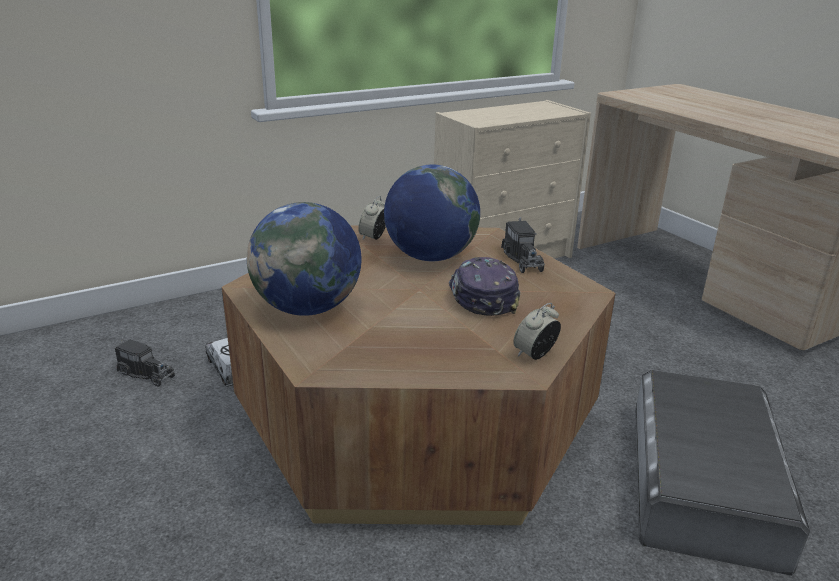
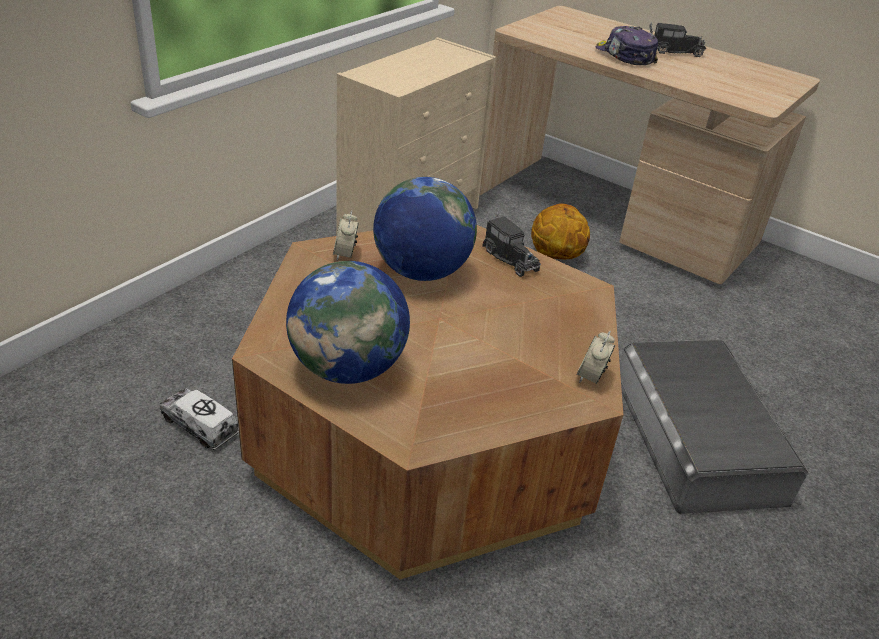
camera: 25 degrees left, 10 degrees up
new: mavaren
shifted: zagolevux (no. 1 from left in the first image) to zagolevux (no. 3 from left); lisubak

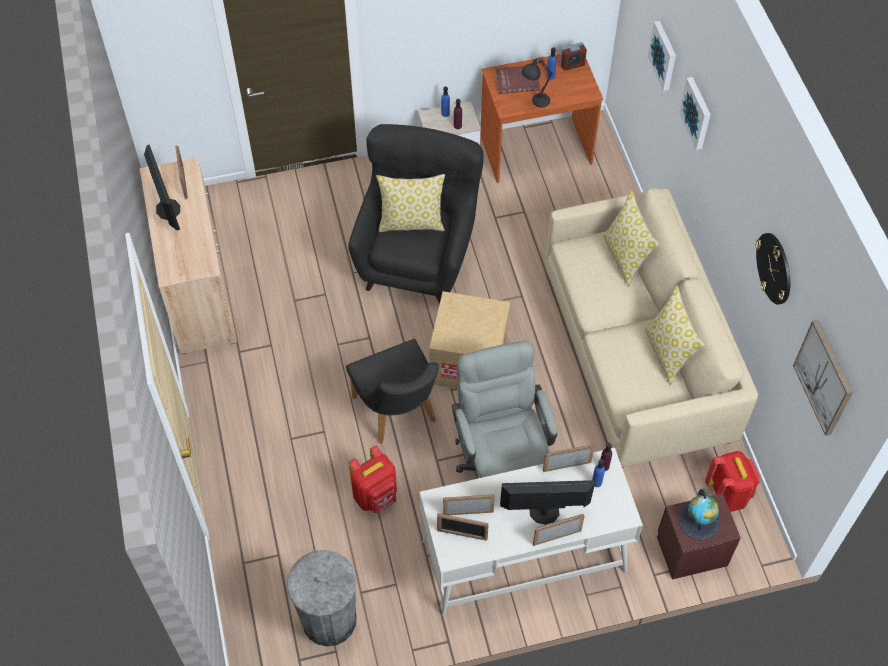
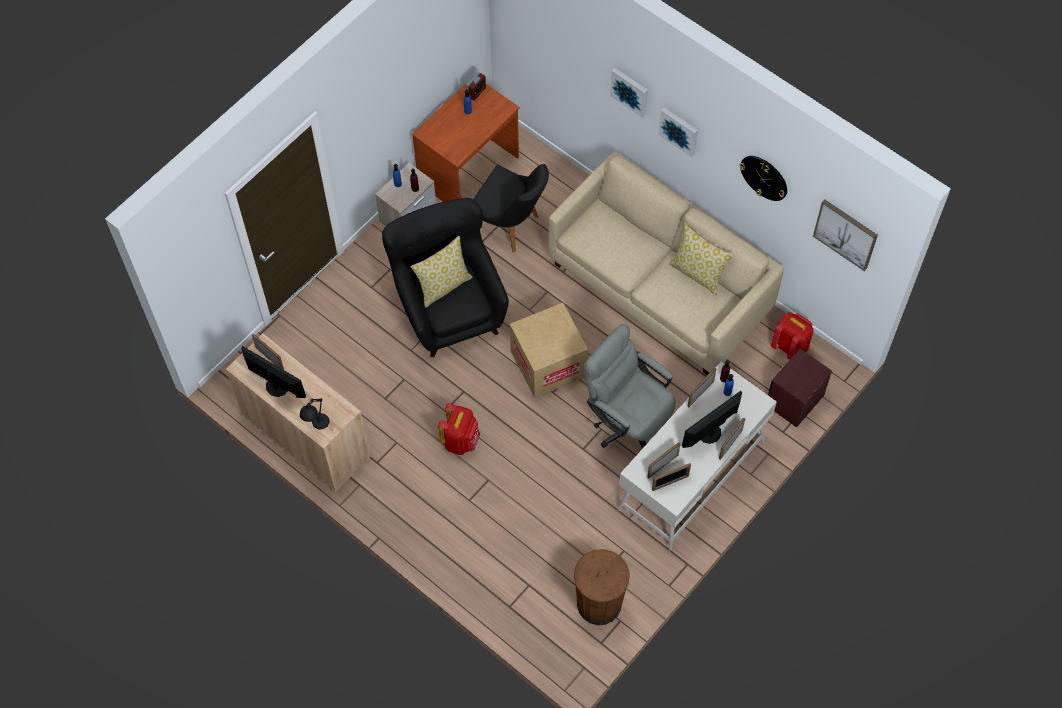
camera: 35 degrees left, 5 degrees up
gone: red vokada; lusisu (no. 2 from left); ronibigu
shifted: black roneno; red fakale (no. 1 from left); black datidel; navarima (no. 1 from left in the first image) to navarima (no. 2 from left)
repainted: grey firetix to brown firetix

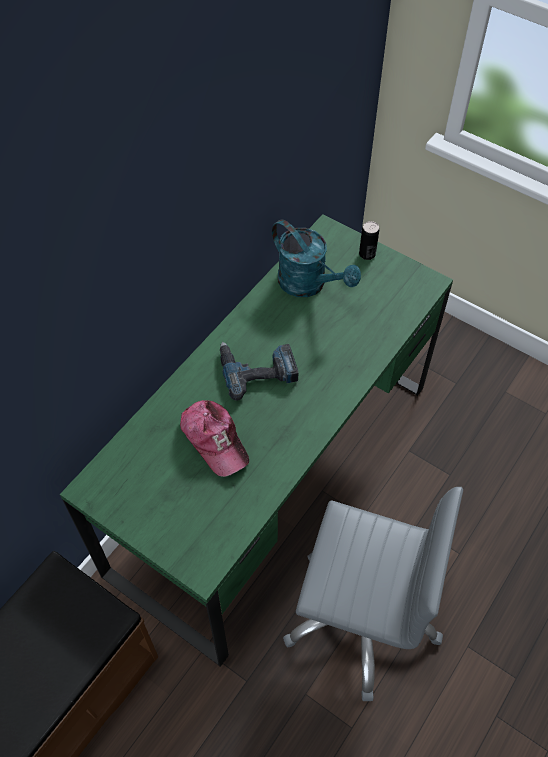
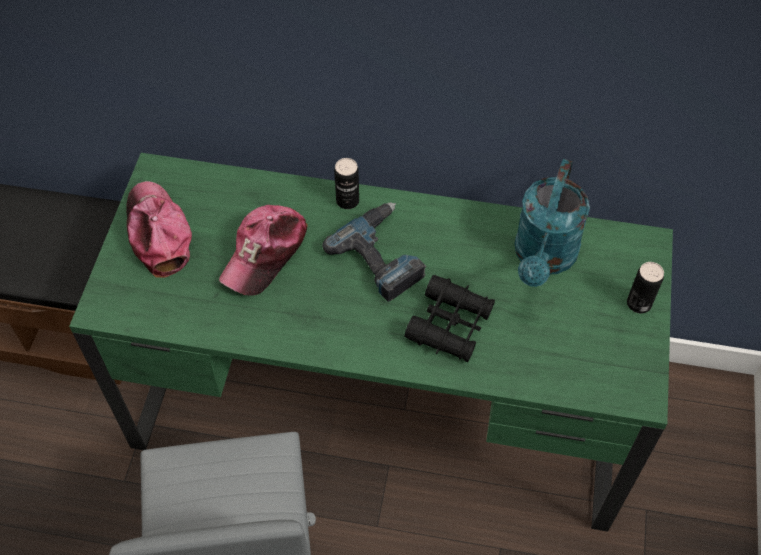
camera: 65 degrees right, 0 degrees up
new: lisubak (no. 1 from left); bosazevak (no. 1 from left); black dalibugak

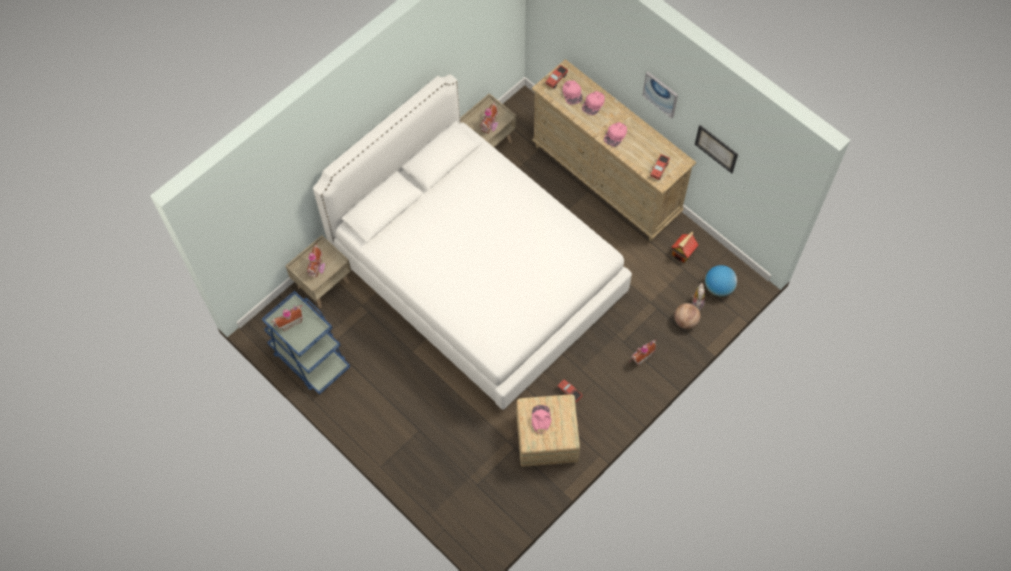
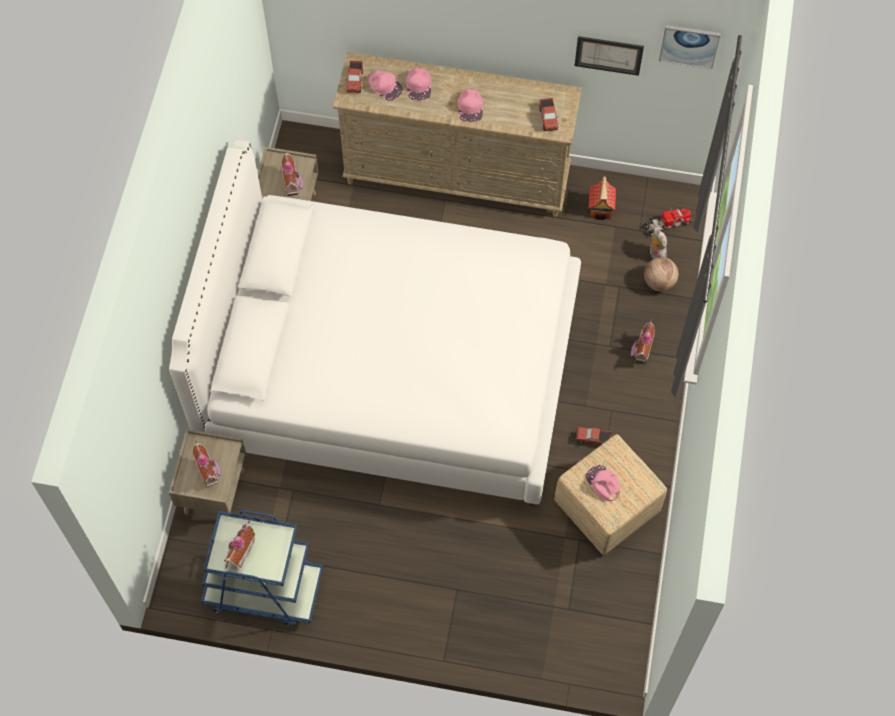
camera: 35 degrees left, 0 degrees up
shifted: navarima (no. 1 from left in the first image) to navarima (no. 2 from left)
swapped: ronibigu to zagolevux (no. 4 from left)

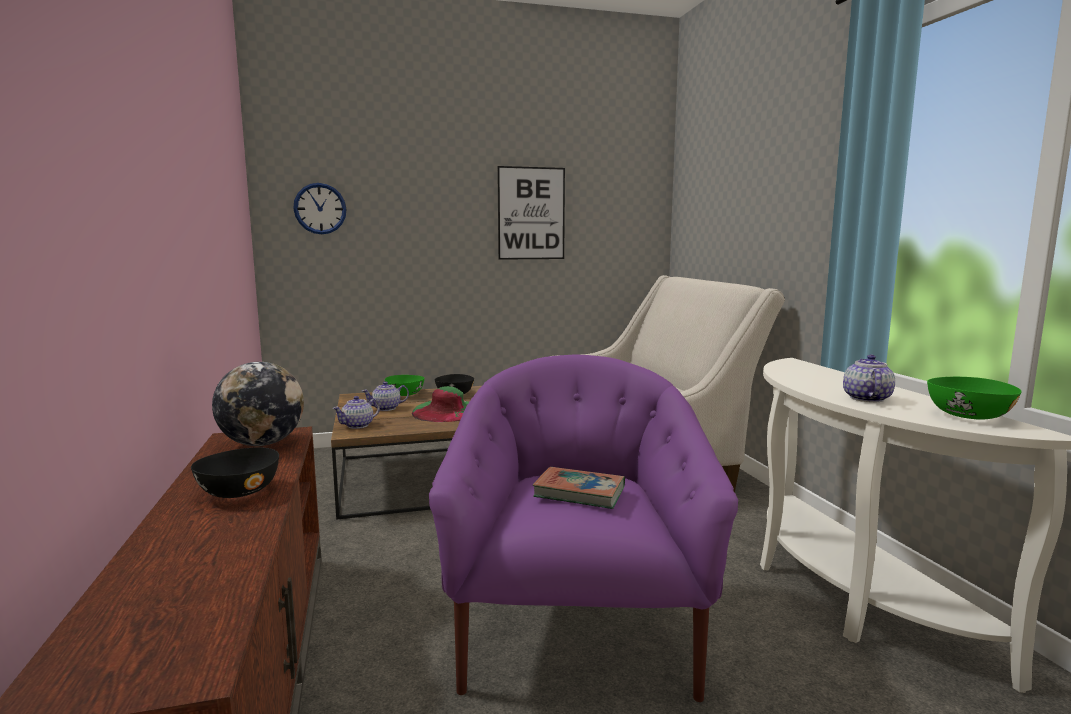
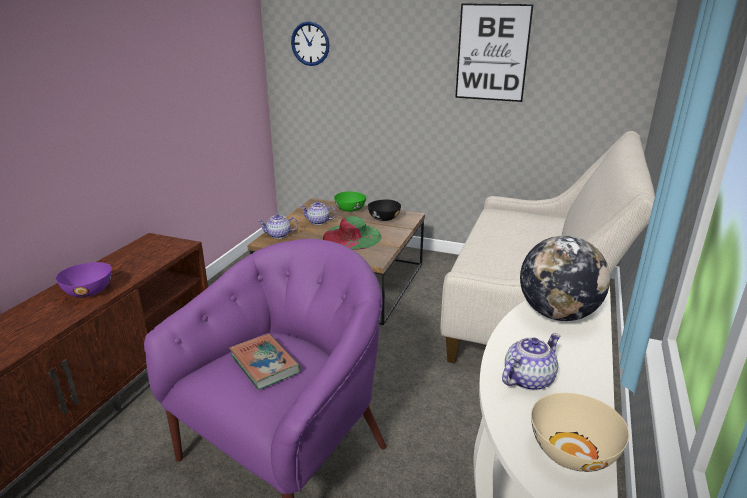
camera: 35 degrees right, 15 degrees up
shifted: ronibigu
repainted: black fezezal (no. 1 from left) to purple fezezal; green fezezal (no. 2 from left) to beige fezezal

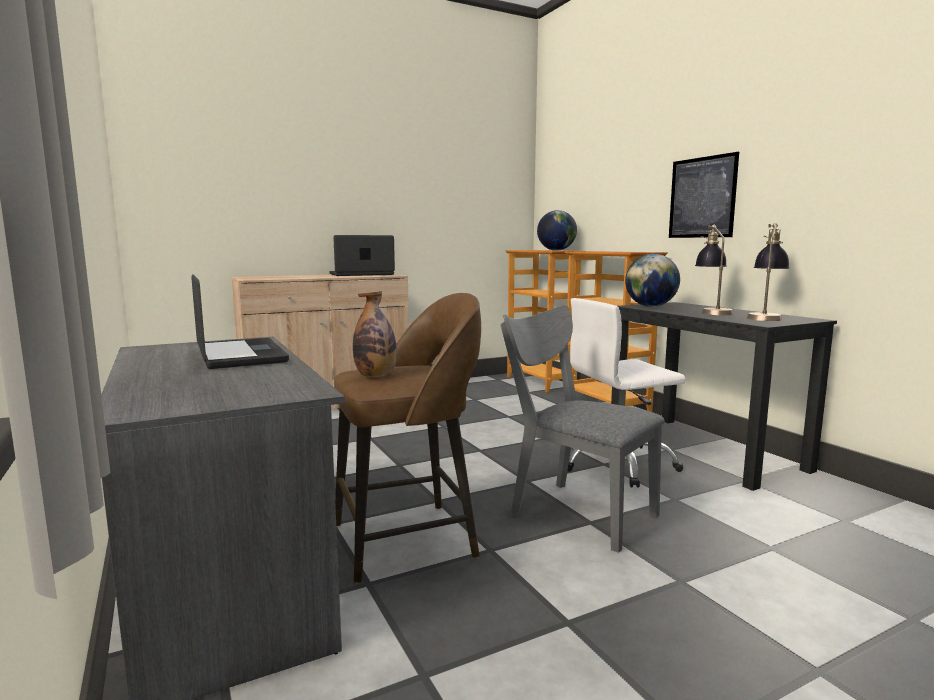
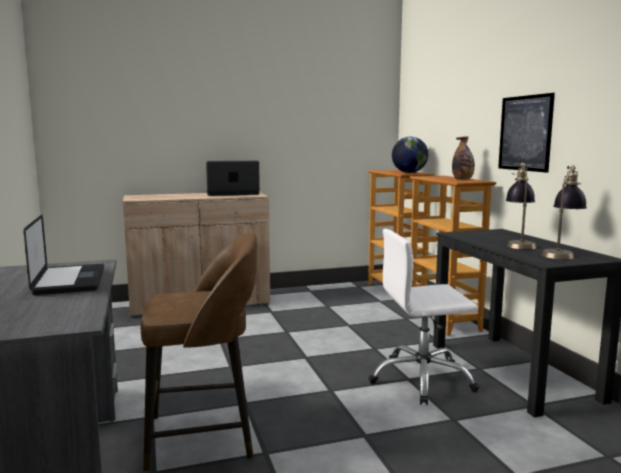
camera: 10 degrees right, 0 degrees up
gone: grey roneno; ronibigu (no. 2 from left)
shifted: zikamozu

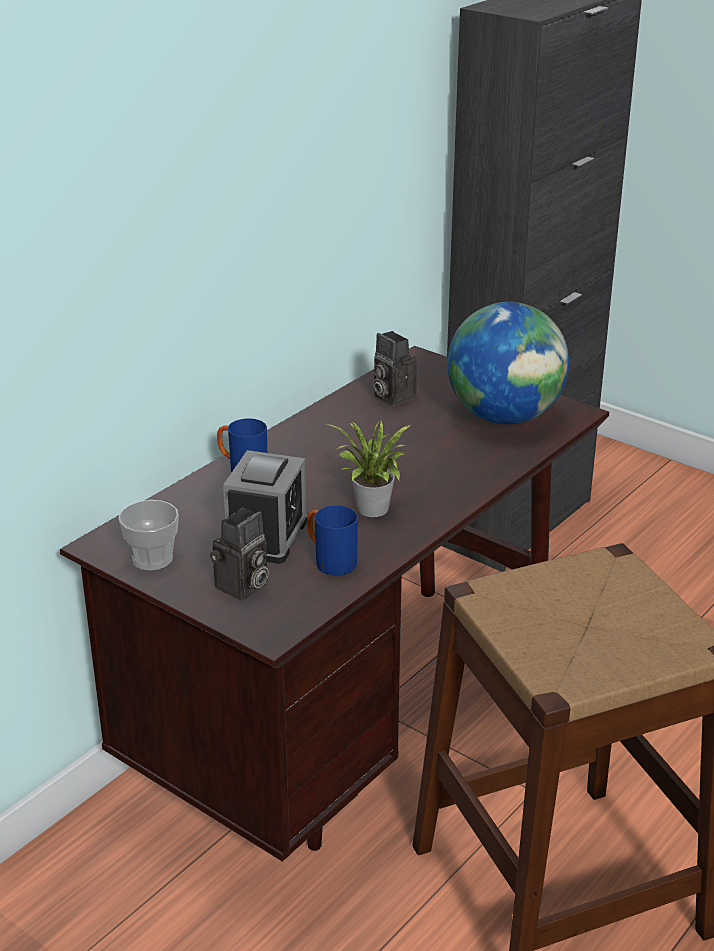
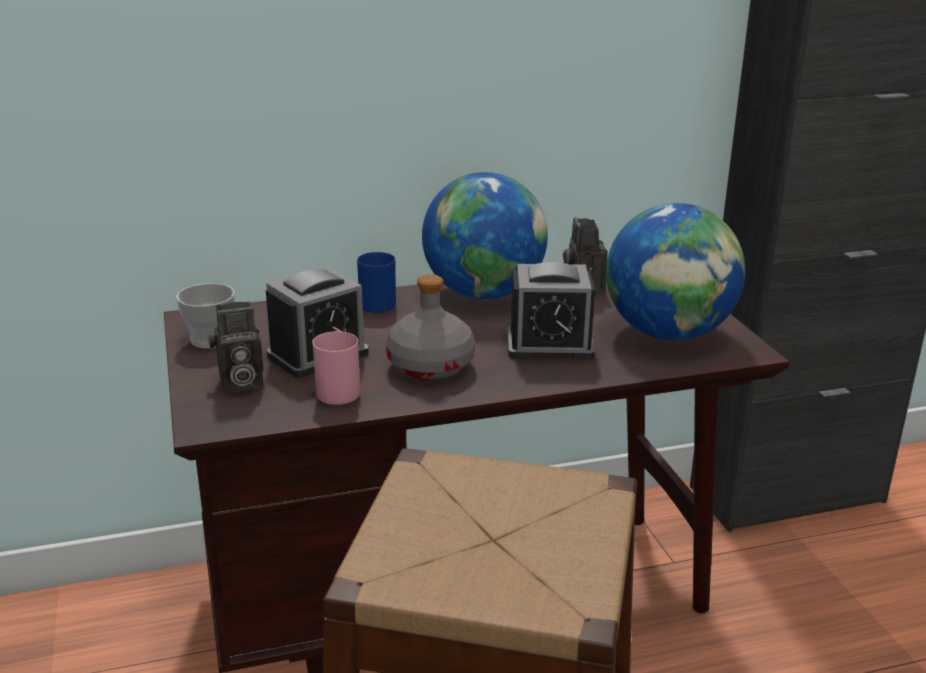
camera: 35 degrees right, 5 degrees down
new: ronibigu (no. 1 from left); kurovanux (no. 2 from left)
swapped: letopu to grey zikamozu
repainted: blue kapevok (no. 2 from left) to pink kapevok

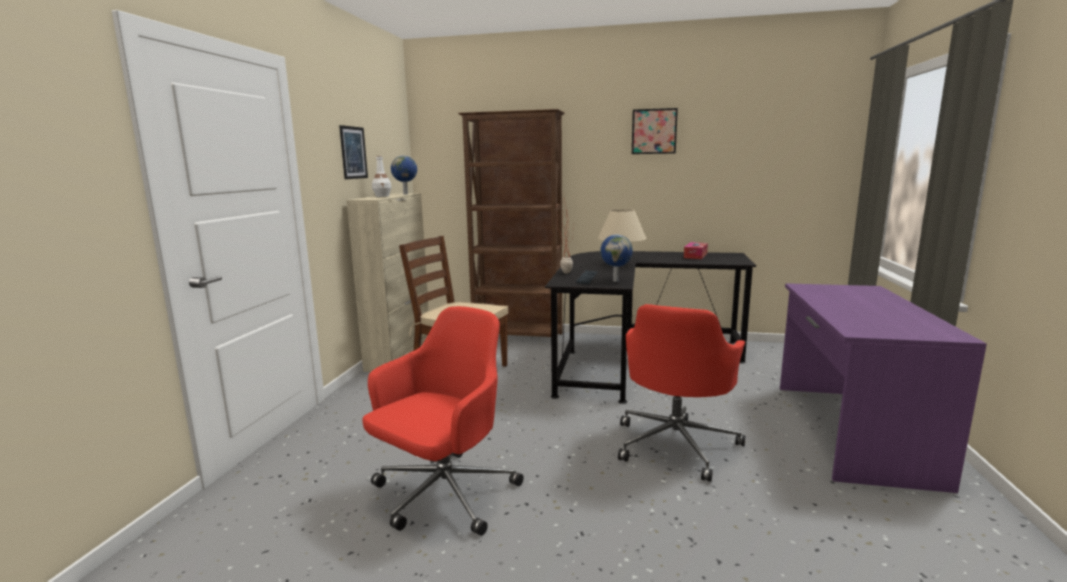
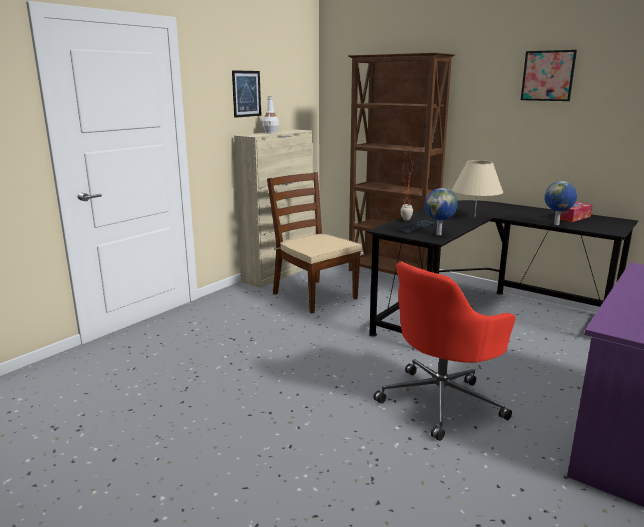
camera: 25 degrees right, 5 degrees up
gone: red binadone (no. 1 from left)
shifted: ronibigu (no. 1 from left in the first image) to ronibigu (no. 2 from left)

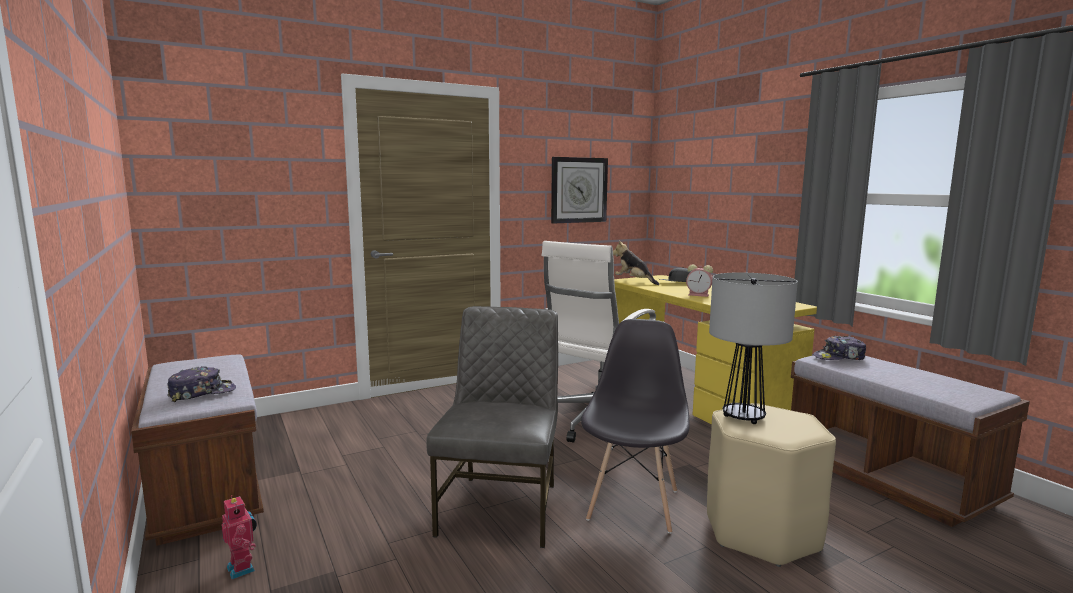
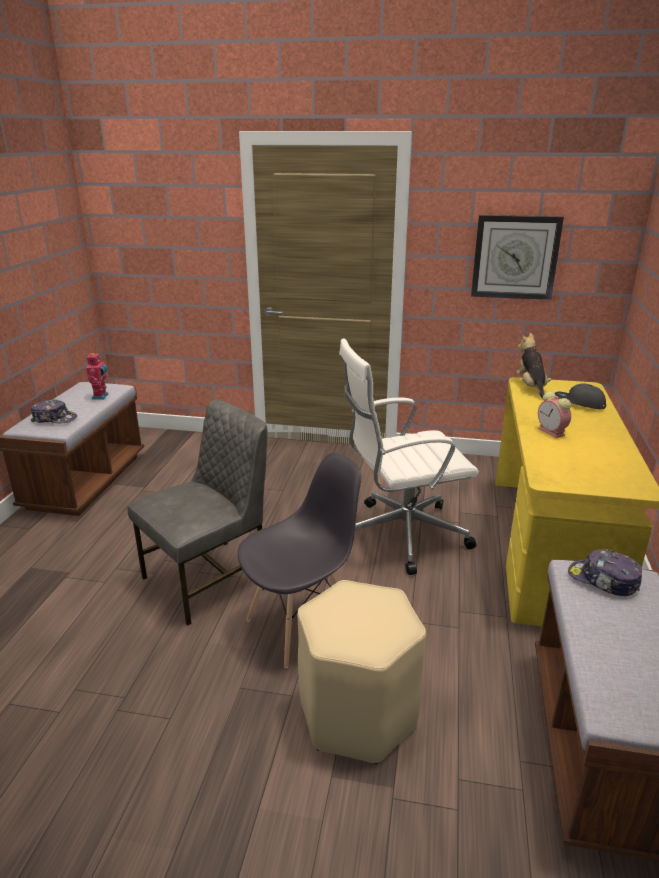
camera: 40 degrees right, 15 degrees up
gone: datidel
shifted: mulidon

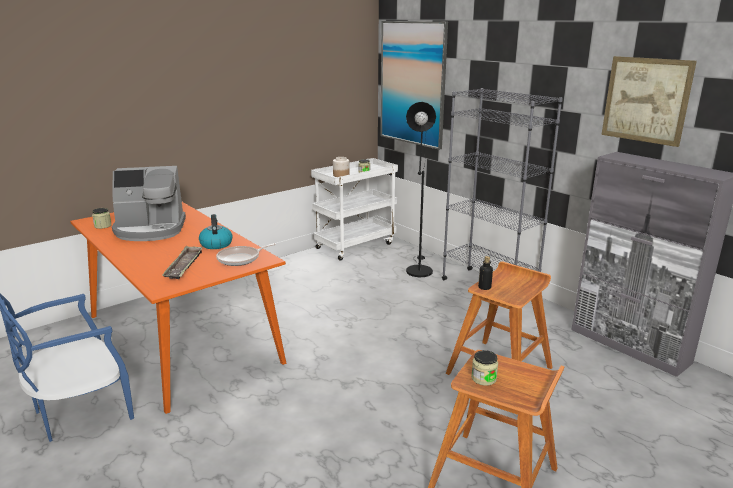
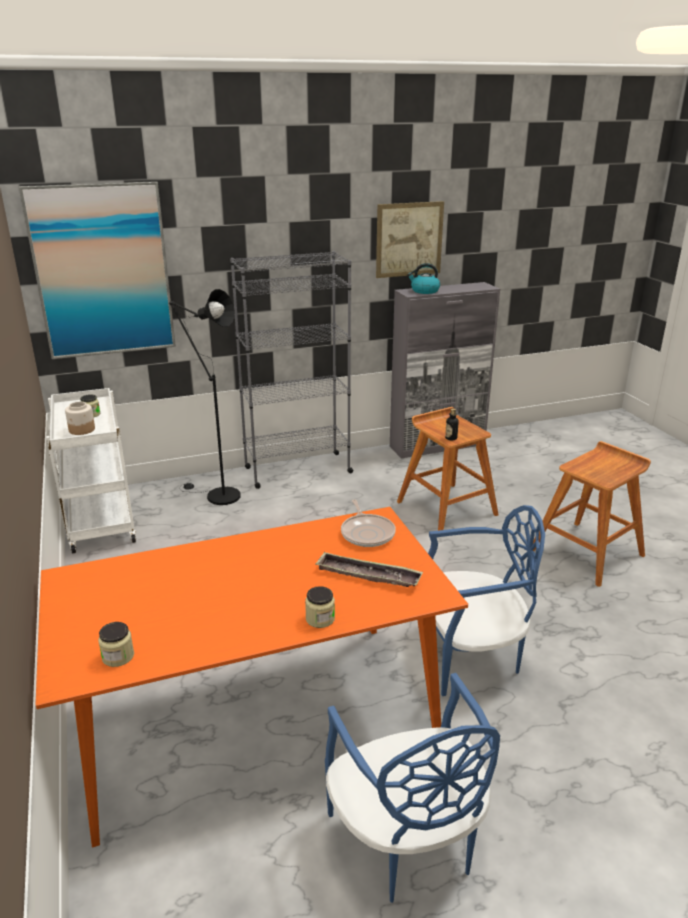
camera: 70 degrees left, 5 degrees up
gone: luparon
new: blue roneno (no. 2 from left)
shifted: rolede; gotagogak (no. 4 from left)

